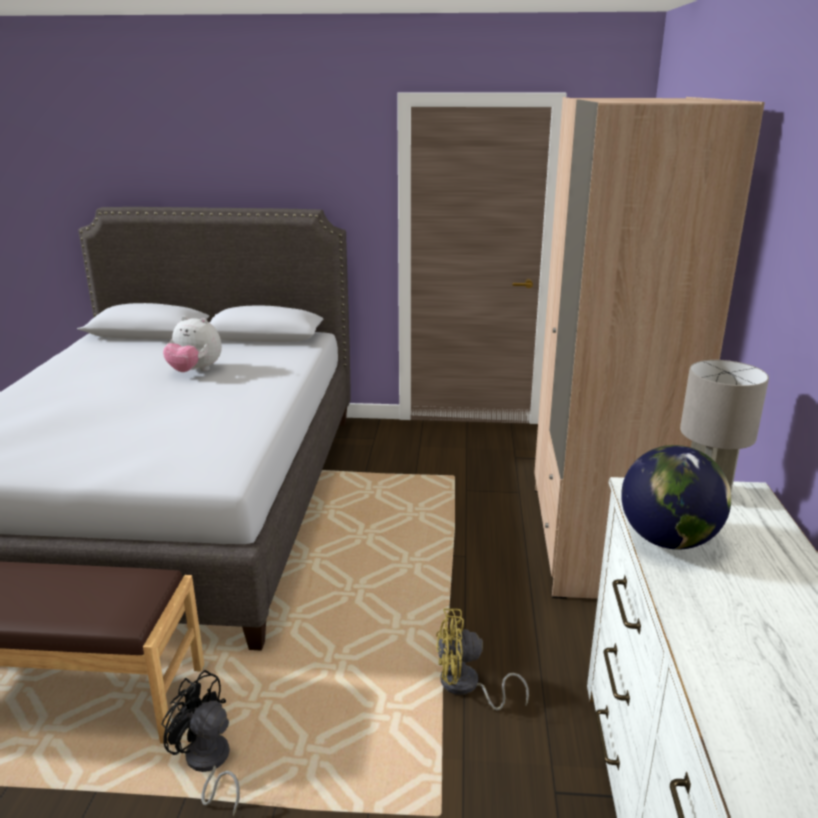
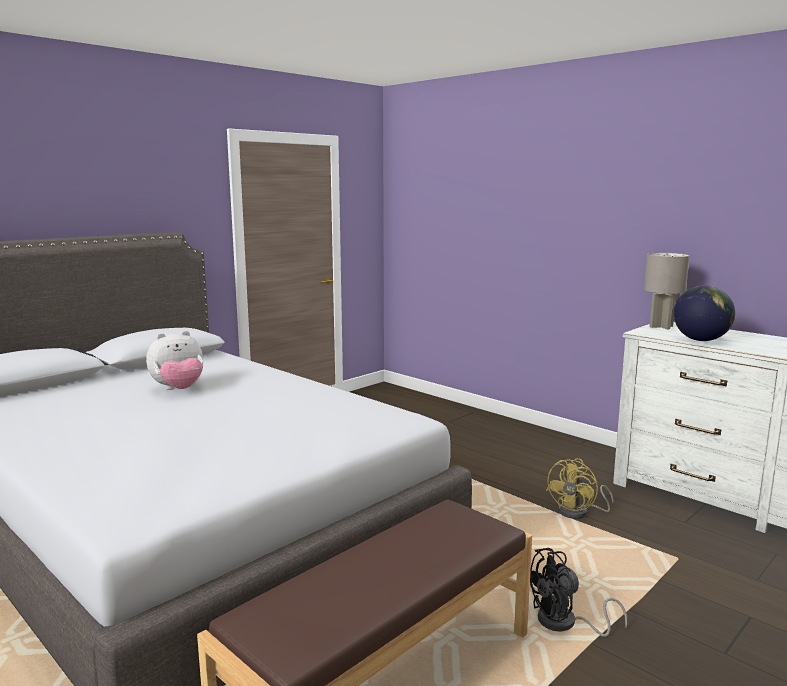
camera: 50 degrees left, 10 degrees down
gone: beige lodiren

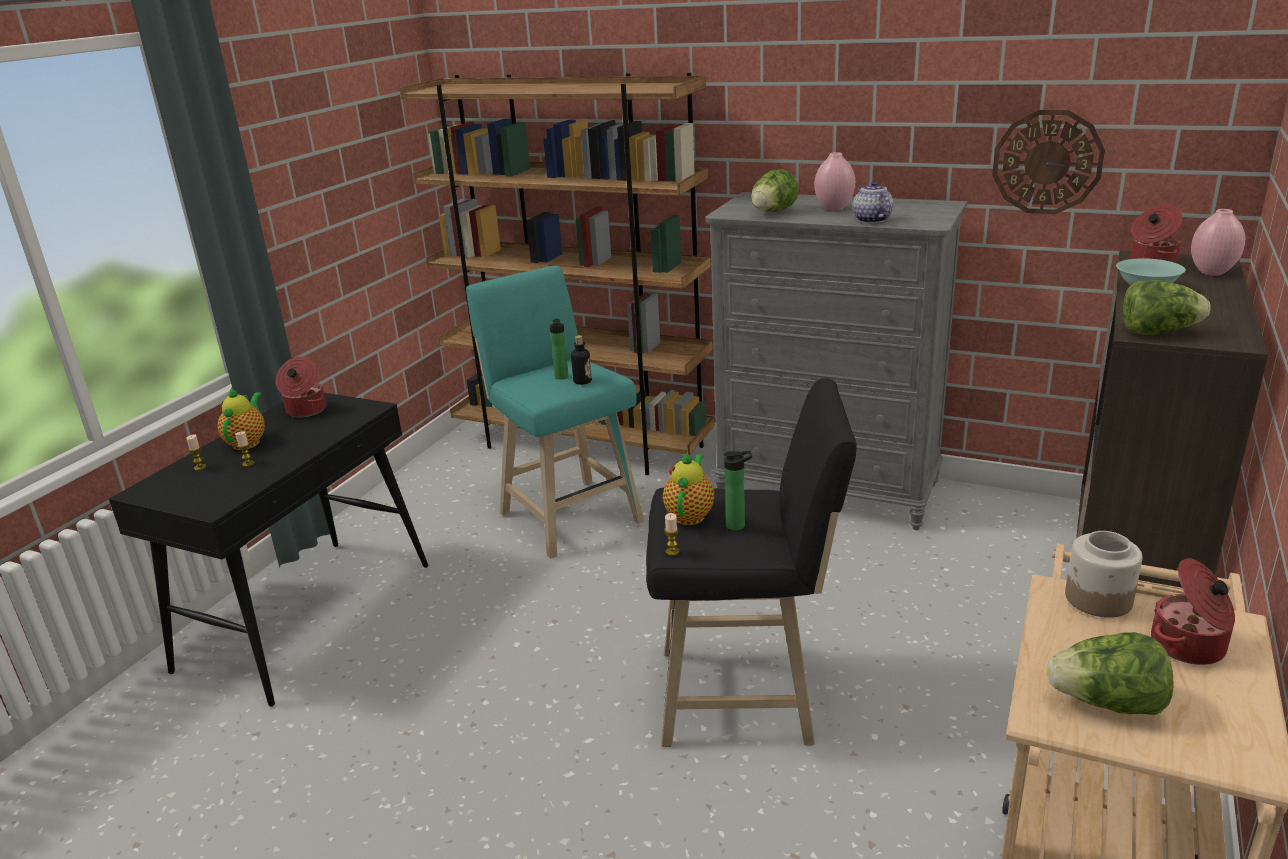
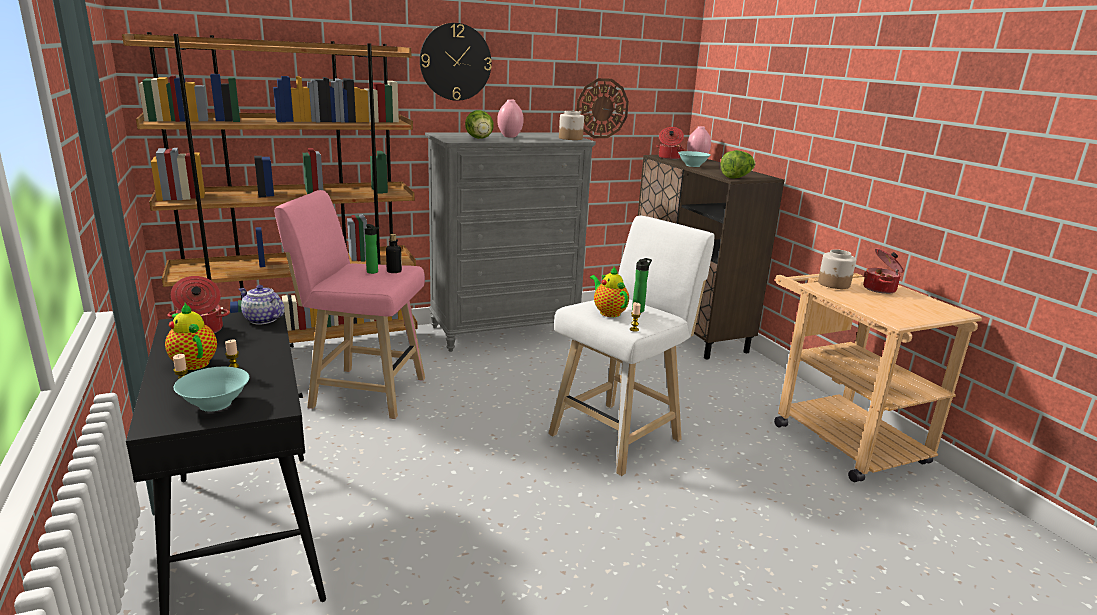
camera: 50 degrees left, 5 degrees down
gone: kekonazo (no. 2 from left)
new: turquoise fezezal (no. 1 from left); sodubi (no. 1 from left); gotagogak (no. 1 from left)
shifted: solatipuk (no. 3 from left in the first image) to solatipuk (no. 2 from left)
repainted: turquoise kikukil to pink kikukil; black kikukil to white kikukil

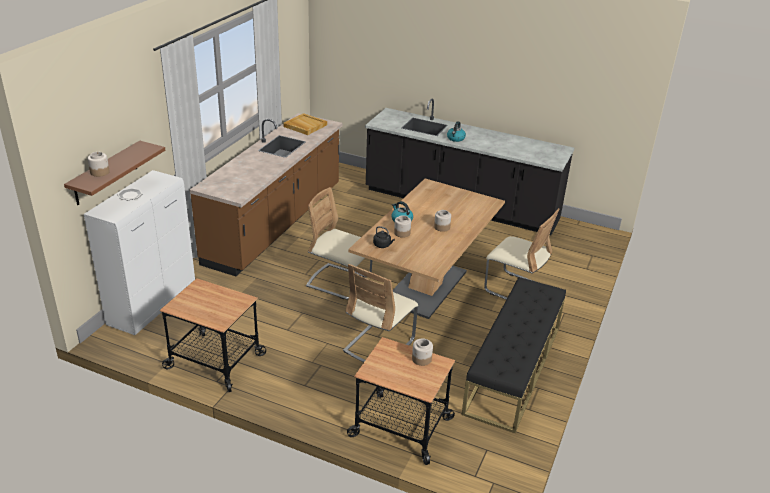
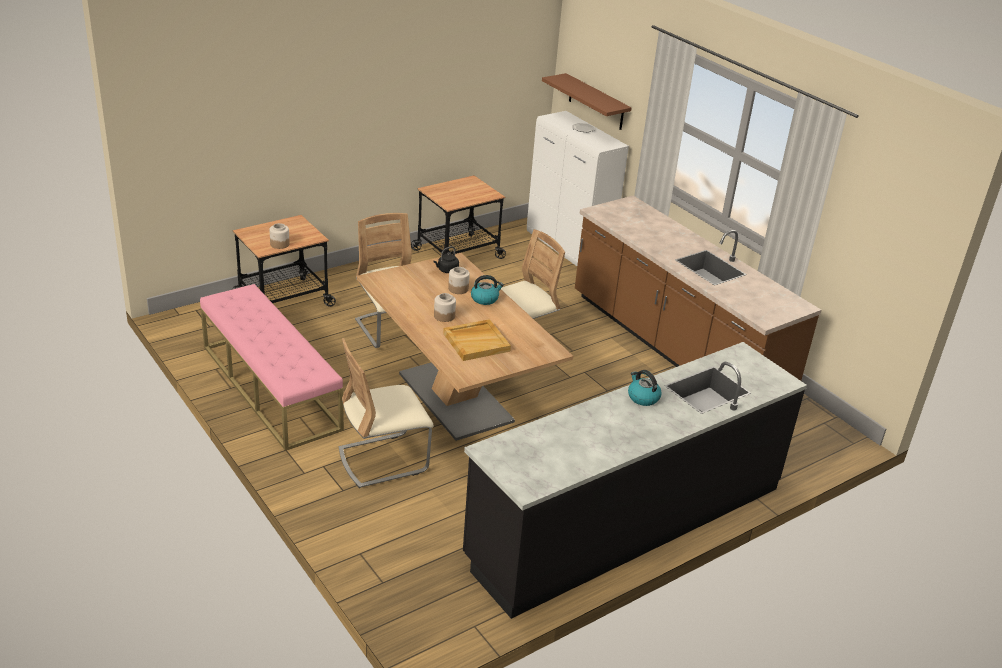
camera: 120 degrees right, 0 degrees up
gone: gotagogak (no. 1 from left)
shifted: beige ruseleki
repainted: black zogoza to pink zogoza

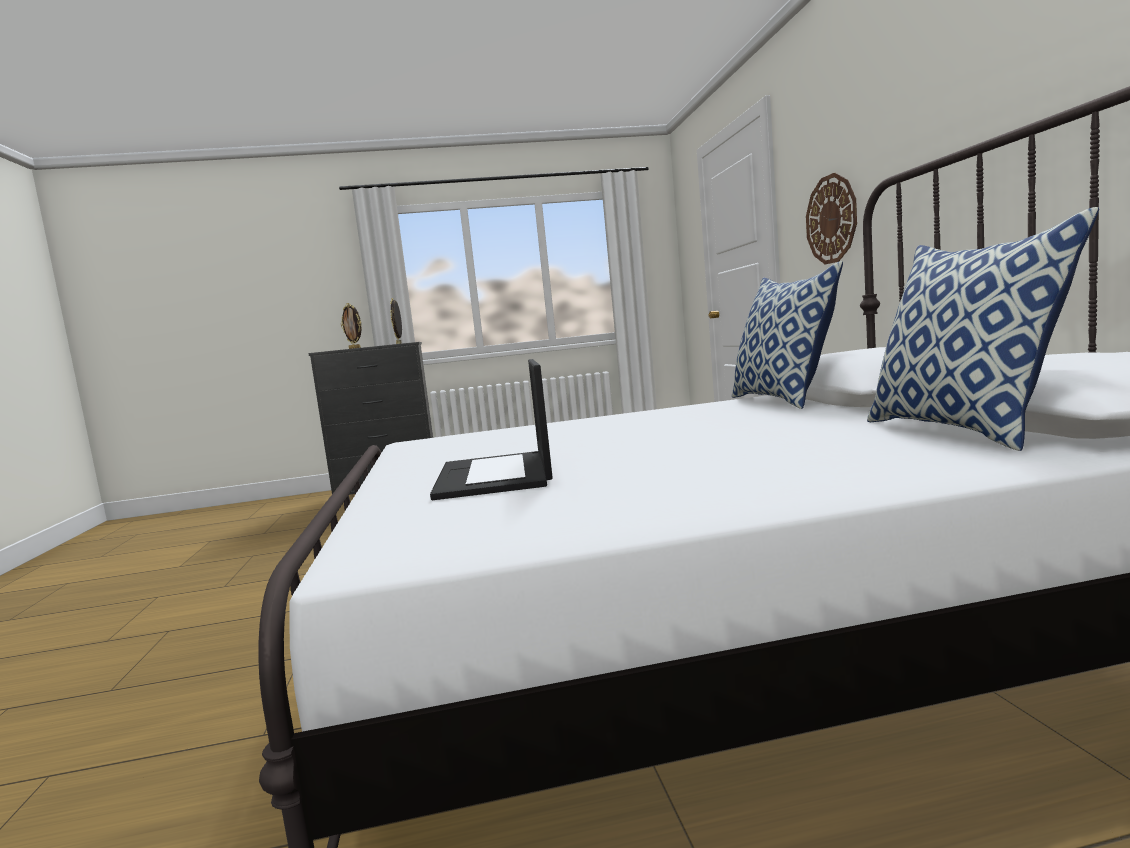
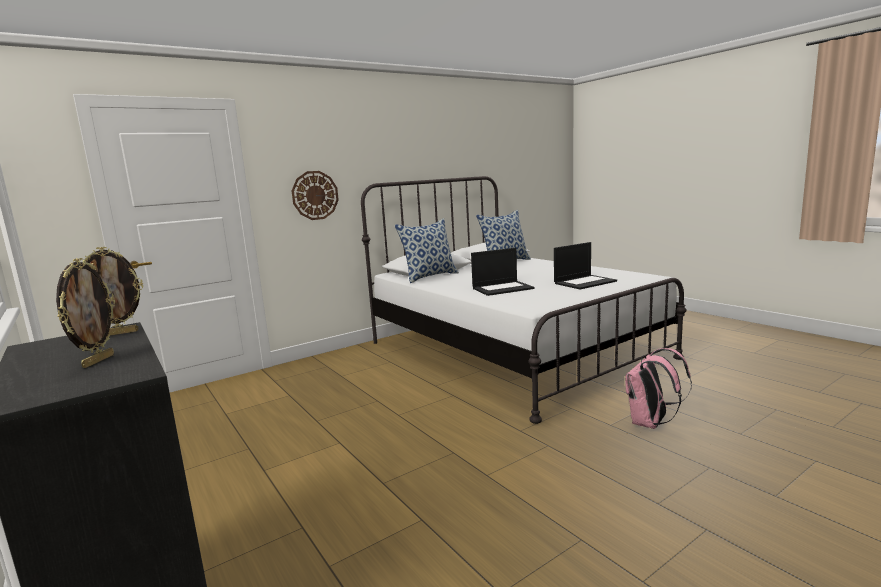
camera: 115 degrees left, 5 degrees up
new: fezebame (no. 1 from left); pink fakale

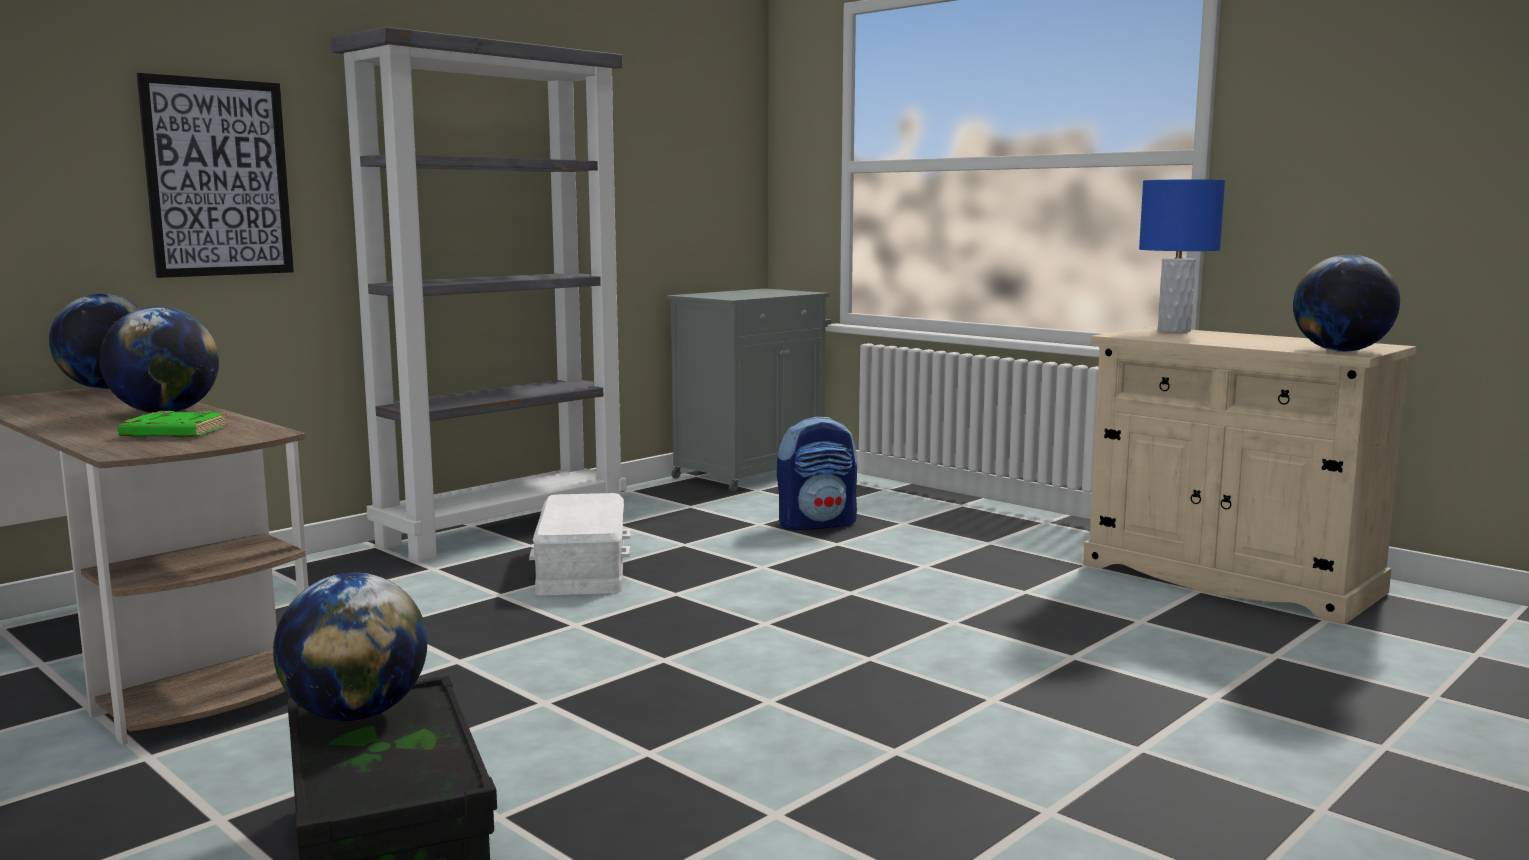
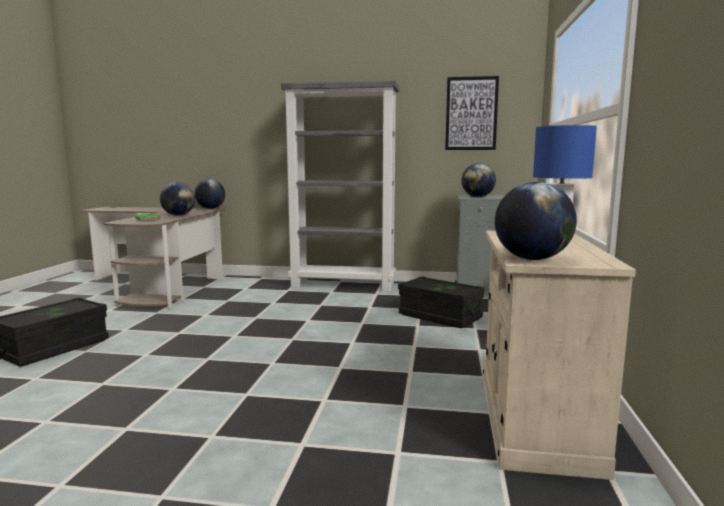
camera: 55 degrees right, 0 degrees up
gone: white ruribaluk
shifted: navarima; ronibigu (no. 3 from left)
swapped: fakale to black ruribaluk (no. 2 from left)

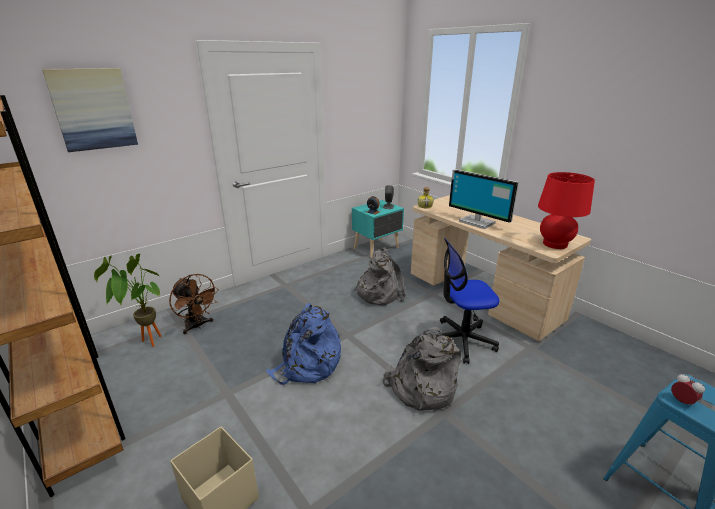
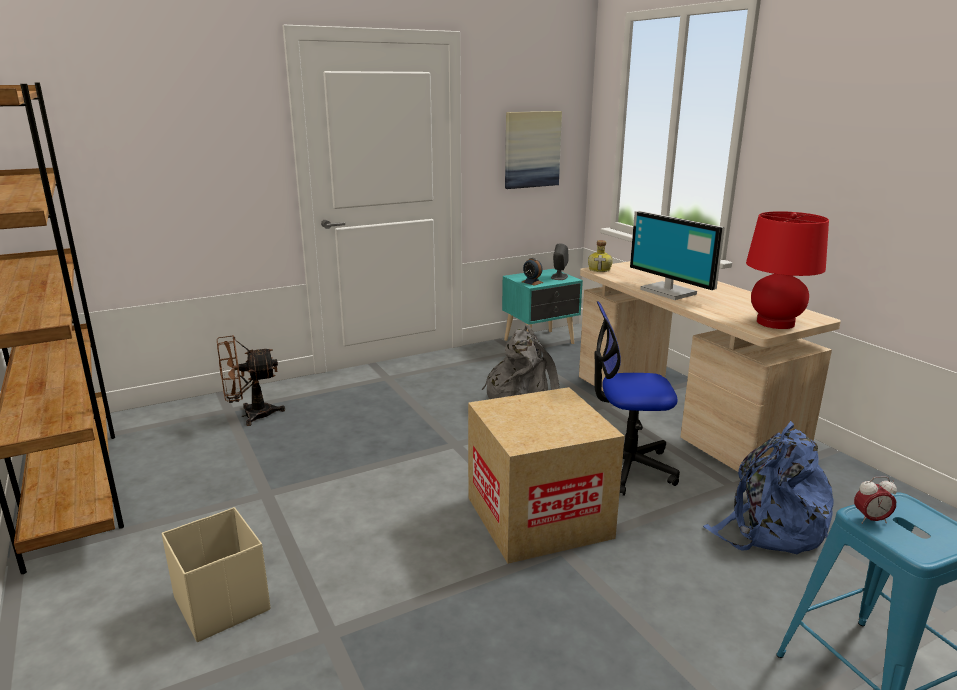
camera: 10 degrees right, 5 degrees down
gone: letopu
shifted: navarima; blue fakale
swapped: grey fakale (no. 2 from left) to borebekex
rotated: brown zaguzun 105 degrees clockwise; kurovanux (no. 2 from left) 105 degrees clockwise

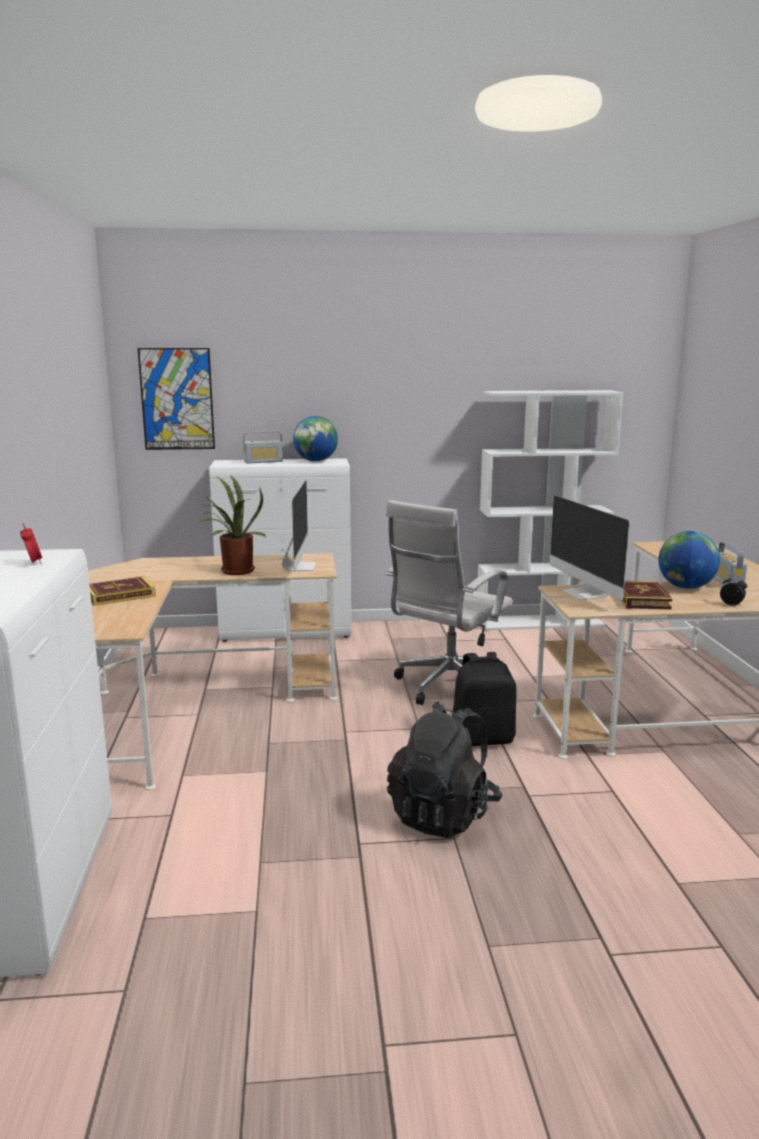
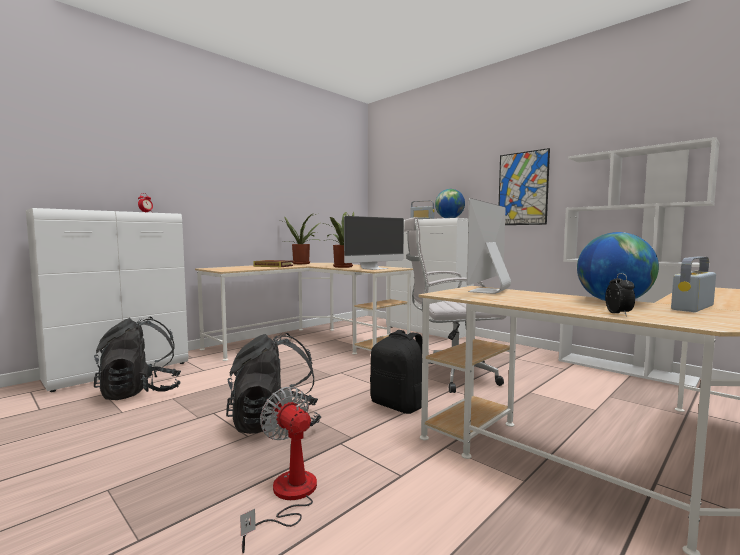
camera: 50 degrees right, 10 degrees down
gone: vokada (no. 2 from left)
new: black fakale (no. 1 from left); zaguzun; letopu (no. 1 from left)
shifted: navarima

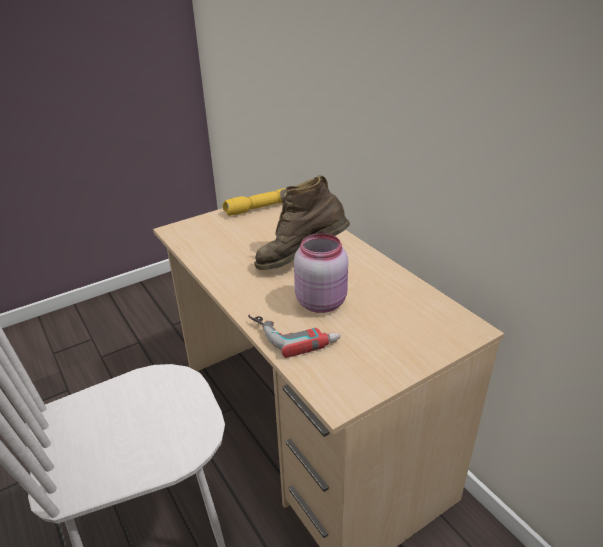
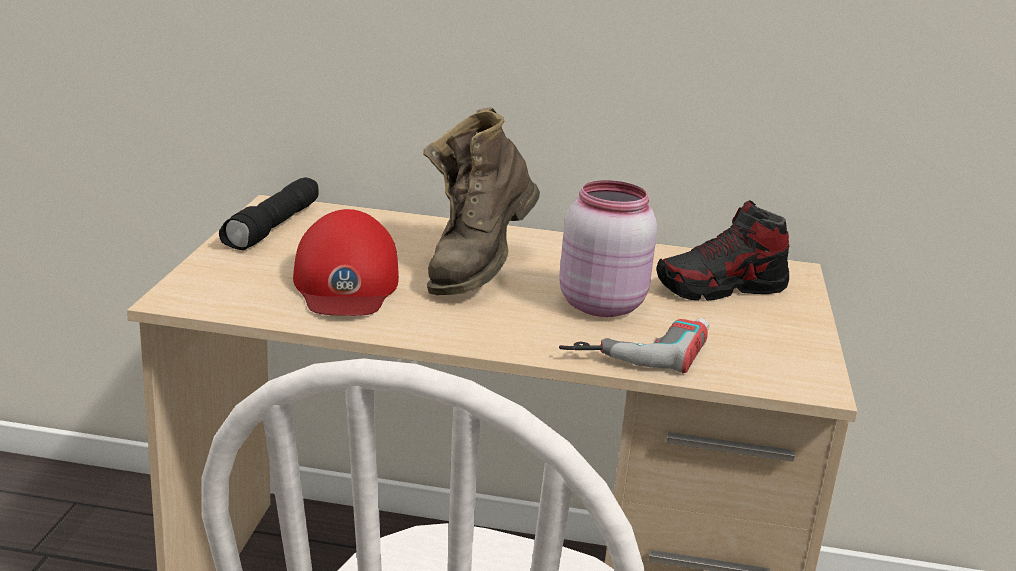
camera: 50 degrees left, 10 degrees down
new: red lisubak; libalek
repainted: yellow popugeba to black popugeba

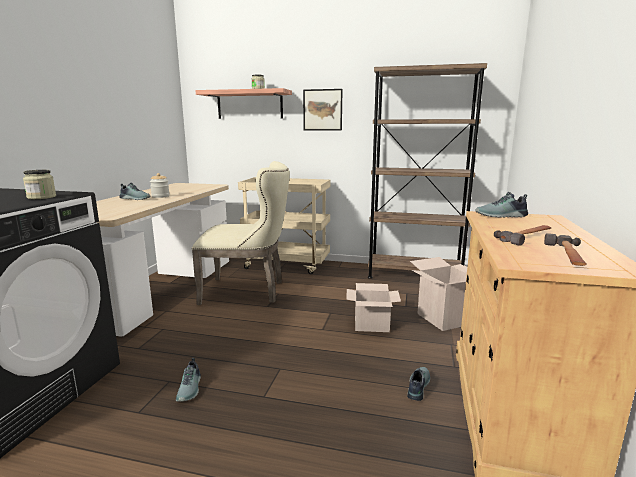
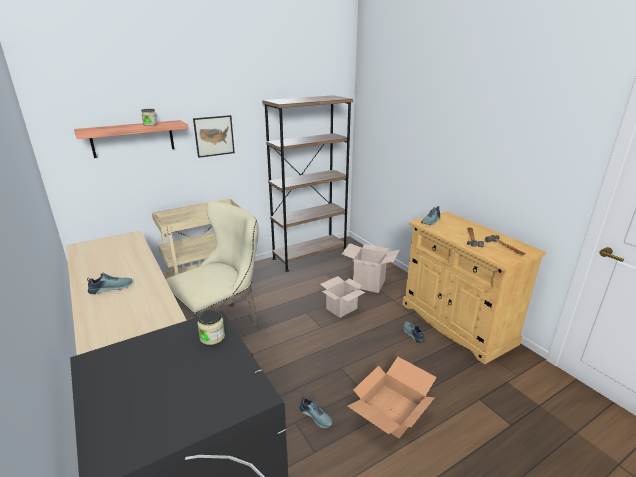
camera: 45 degrees left, 10 degrees up
gone: gotagogak (no. 2 from left)
new: borebekex (no. 3 from left)

